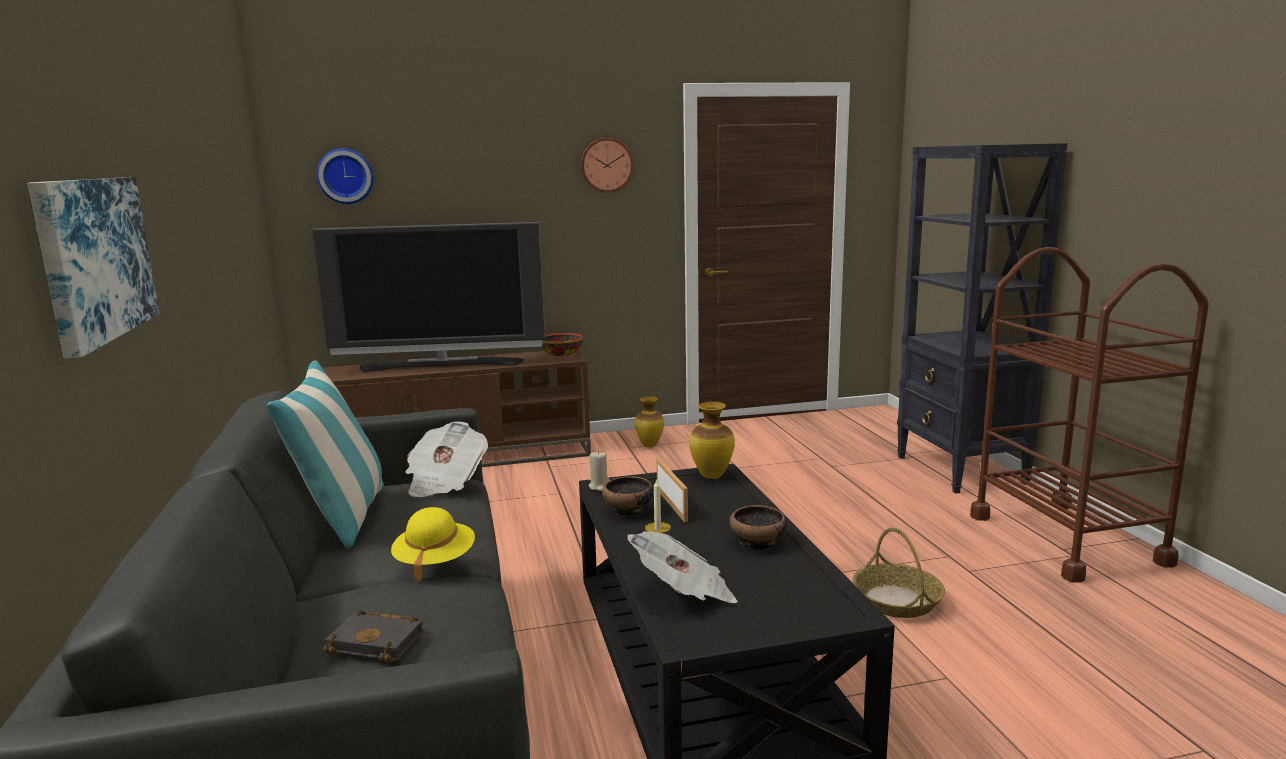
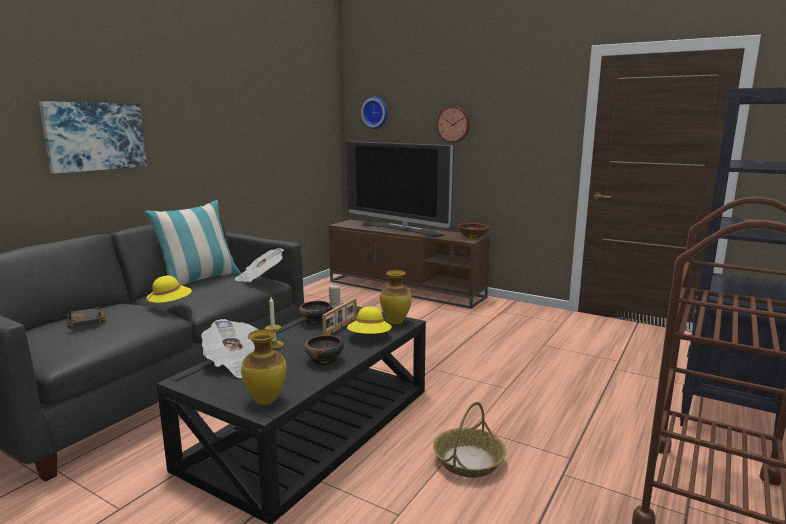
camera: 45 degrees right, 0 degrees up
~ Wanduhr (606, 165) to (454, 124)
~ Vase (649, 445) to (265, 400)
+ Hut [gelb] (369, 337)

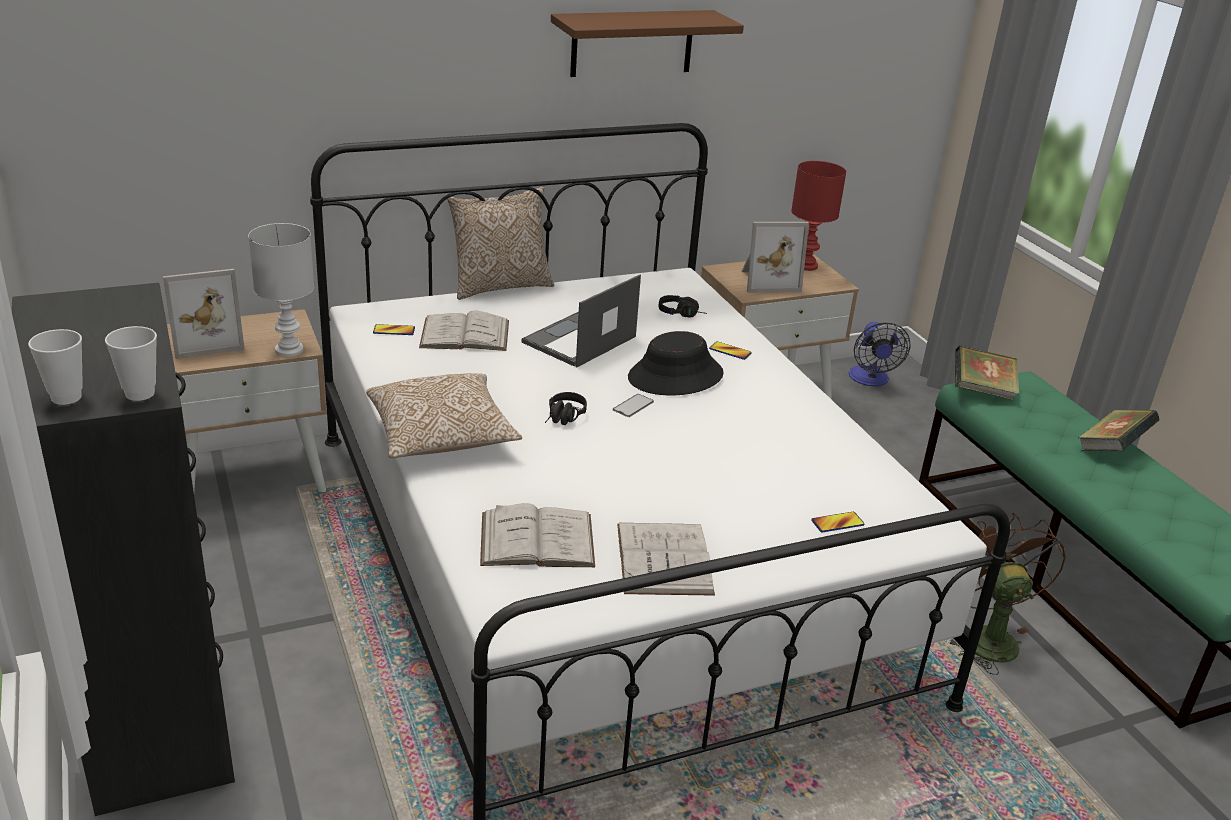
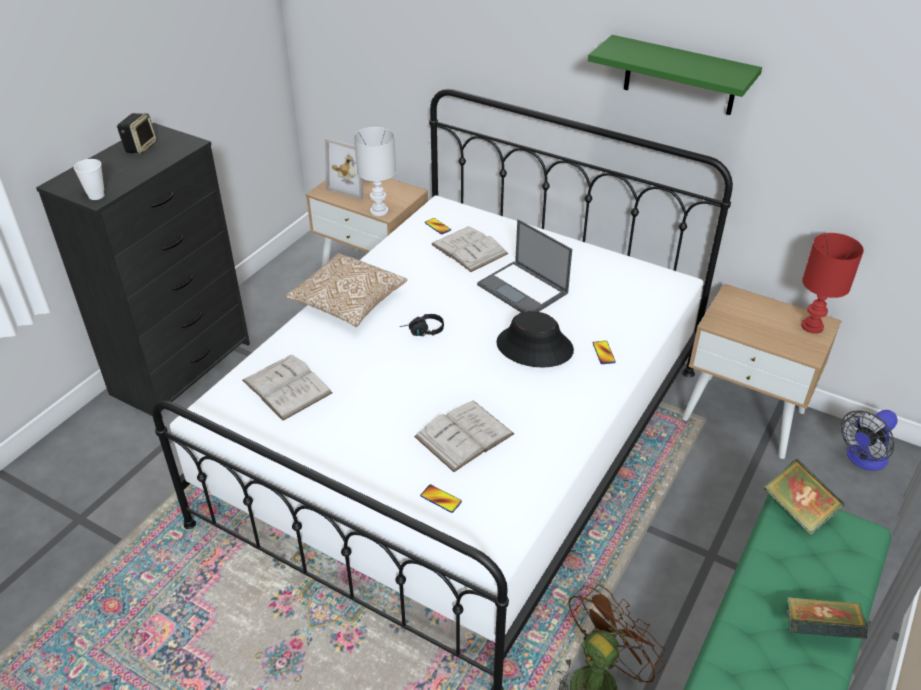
camera: 55 degrees right, 10 degrees up
- Tasse (66, 397)
- Kissen (500, 286)
~ Laptop (579, 340) = (523, 289) 135 degrees counterclockwise
~ Wandregal [braun] (632, 43) to Wandregal [grün] (680, 76)
- Handy (633, 406)
~ Buch [weiß] (664, 559) to (464, 435)
- Kopfhörer [schwarz] (682, 314)
- Bilderrahmen (767, 281)
+ Lautsprecher (140, 147)

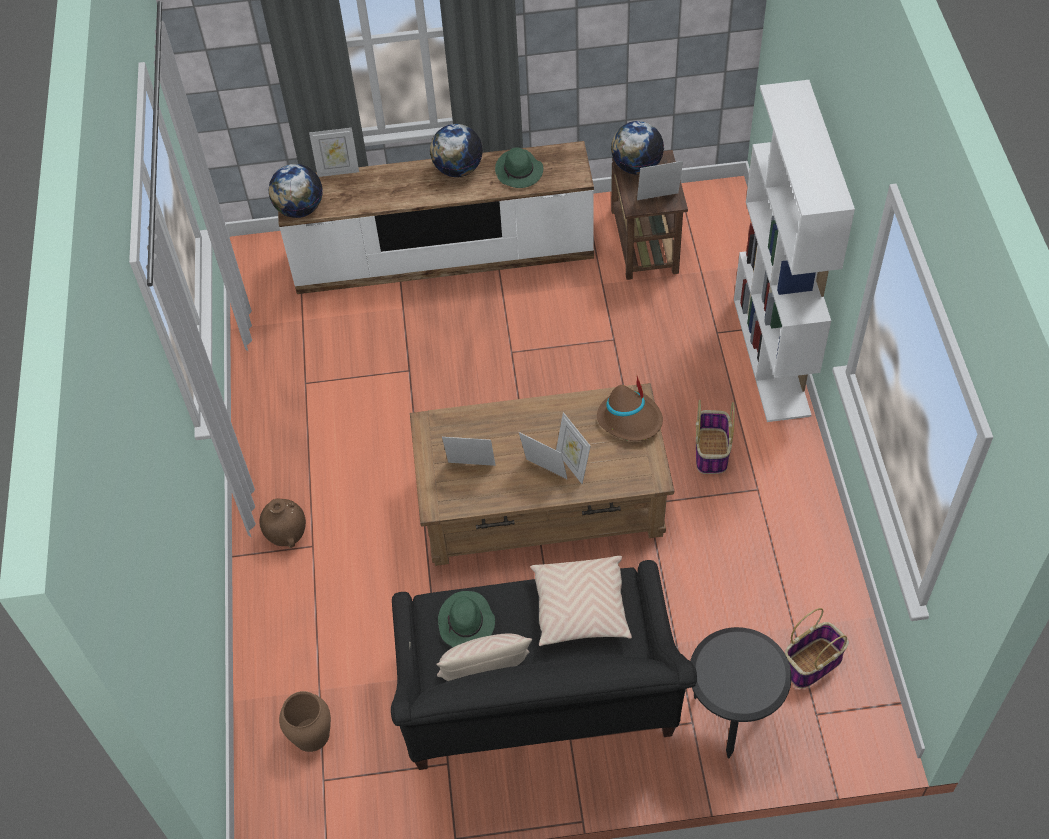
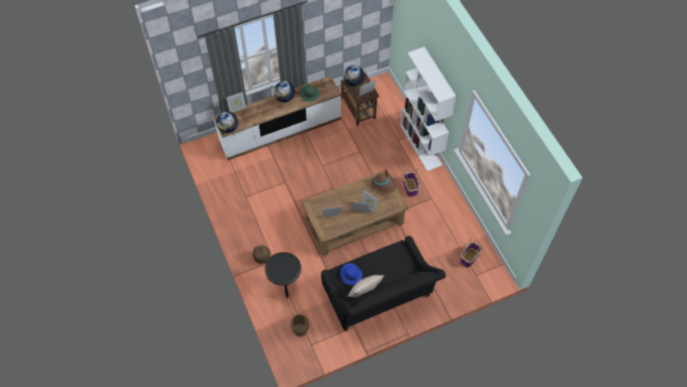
camera: 20 degrees left, 5 degrees up
~ Hut [grün] (466, 623) to Hut [blau] (351, 275)
- Kissen [beige] (581, 609)
~ Beistelltisch [schwarz] (730, 724) to (285, 286)

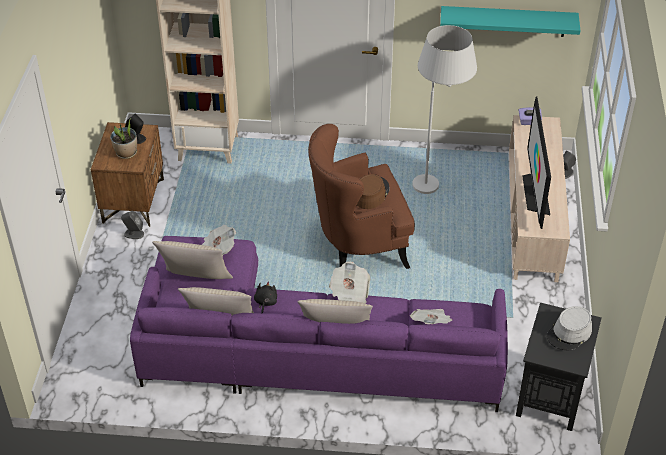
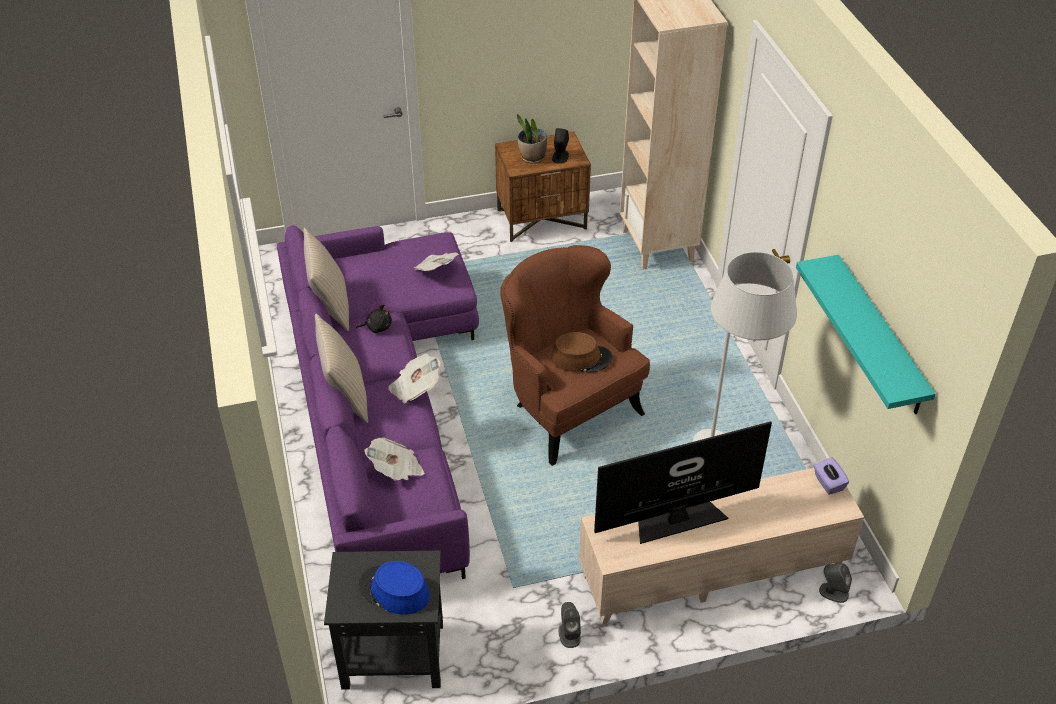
camera: 70 degrees right, 0 degrees up
~ Lautsprecher [grau] (133, 234) to (569, 634)
- Kissen [beige] (196, 282)
~ Hut [grau] (569, 333) to Hut [blau] (394, 591)

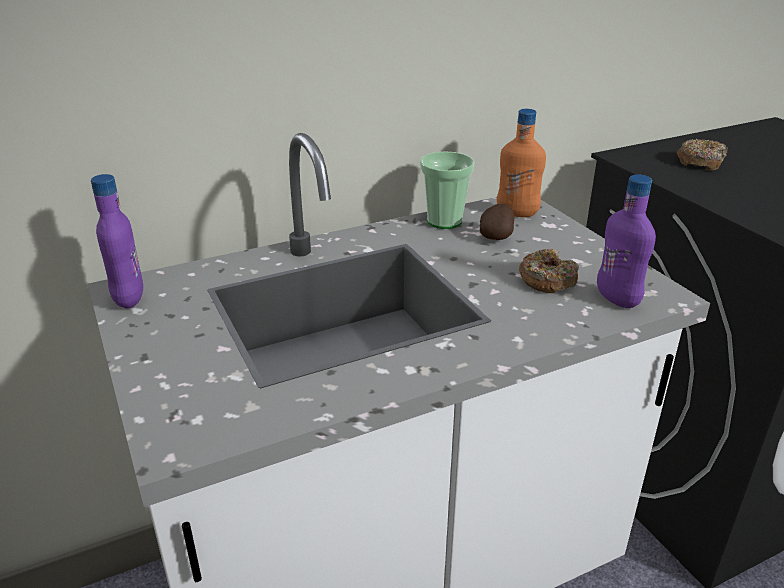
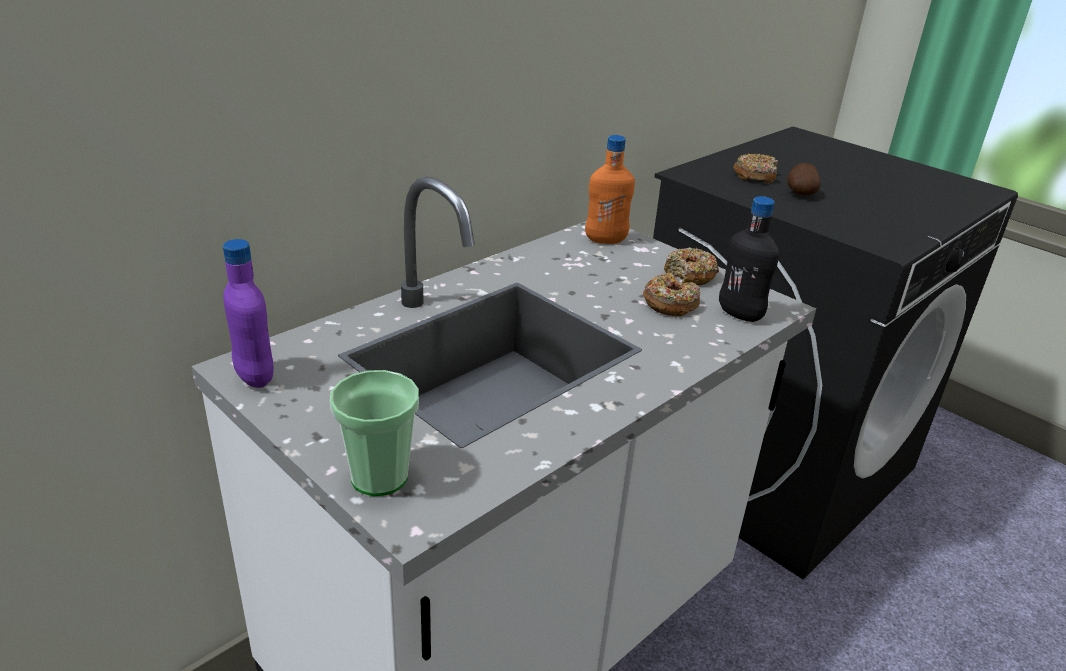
camera: 20 degrees left, 0 degrees up
~ Tasse (444, 221) to (379, 477)
~ Kartoffel (496, 236) to (799, 193)
~ Flasche [lila] (617, 299) to Flasche [schwarz] (740, 314)
+ Donut (690, 275)

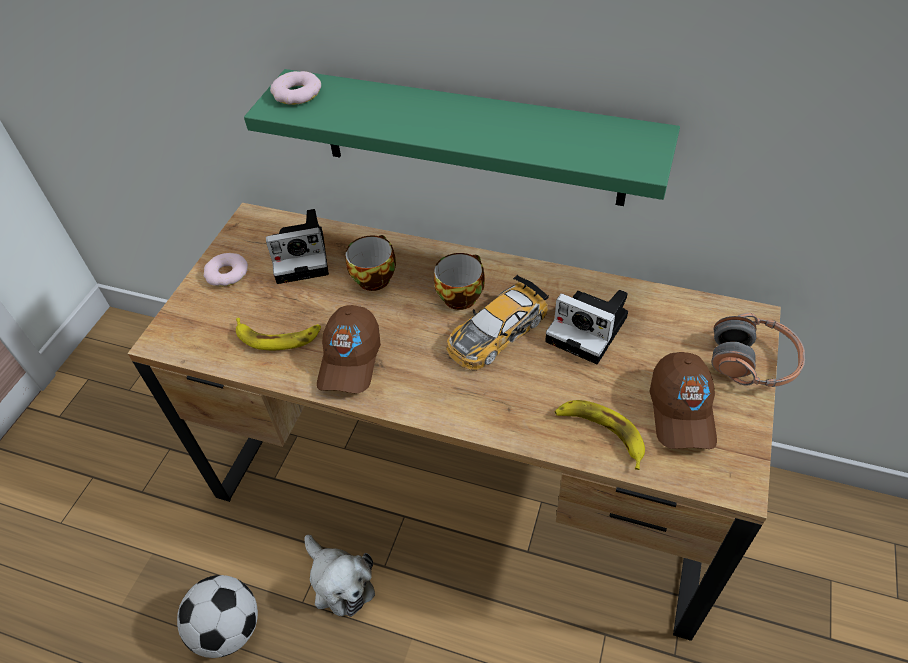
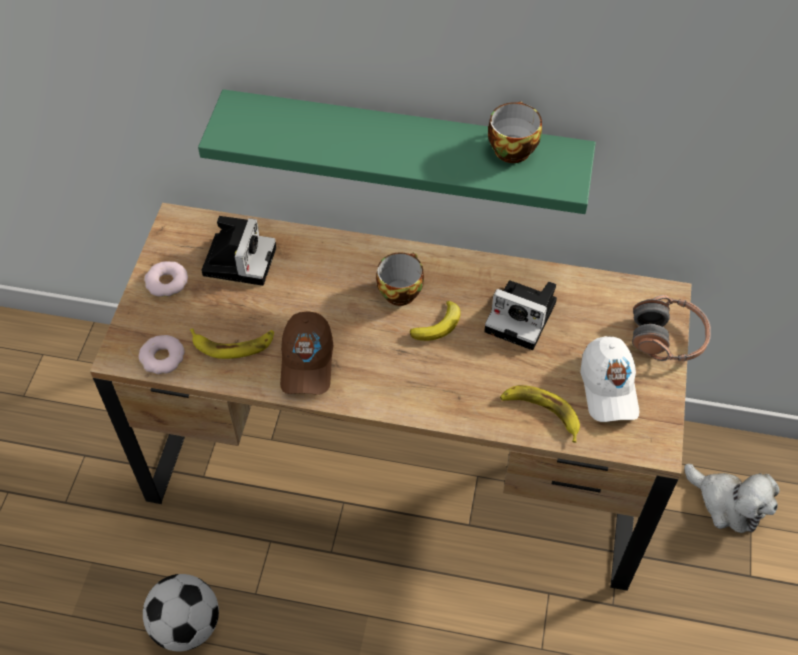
camera: 10 degrees left, 5 degrees up
~ Kamera (303, 256) = (239, 259) 60 degrees counterclockwise
~ Donut (297, 93) to (162, 358)
~ Plüschtier (339, 582) to (728, 503)
~ Tasse (373, 276) to (511, 148)
~ Spielzeugauto (496, 332) to Banane (438, 325)
~ Kappe [braun] (681, 411) to Kappe [weiß] (608, 387)

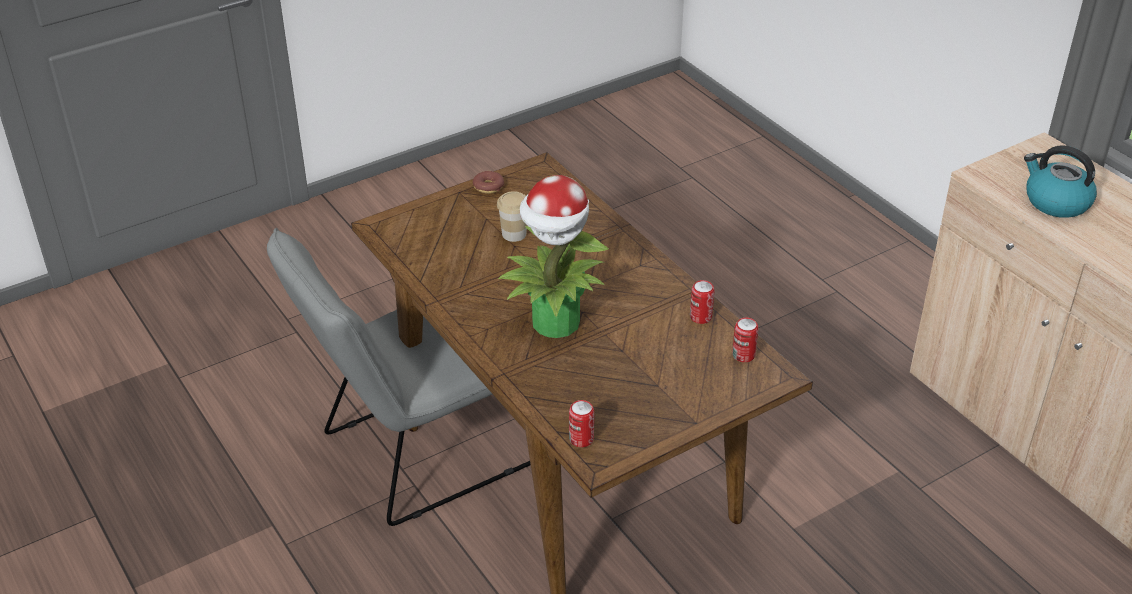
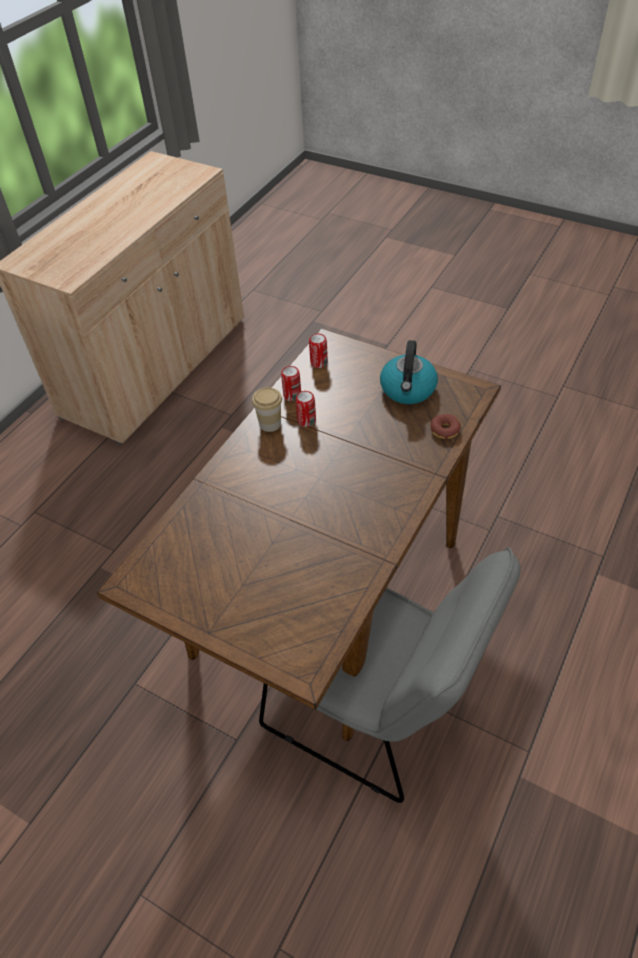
camera: 115 degrees left, 10 degrees up
~ Donut (488, 187) to (445, 430)
~ Tasse (514, 234) to (270, 423)
- Topfpflanze (555, 323)
~ Dose (581, 439) to (306, 420)
~ Wasserkessel (1055, 202) to (408, 389)

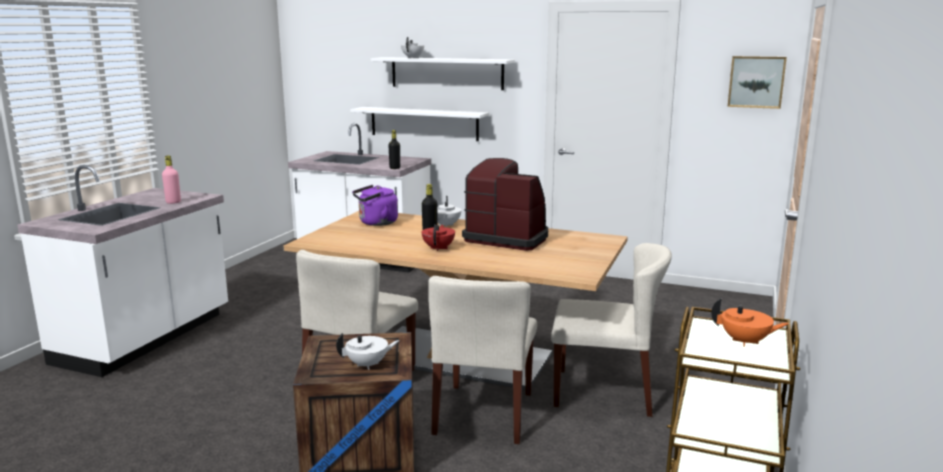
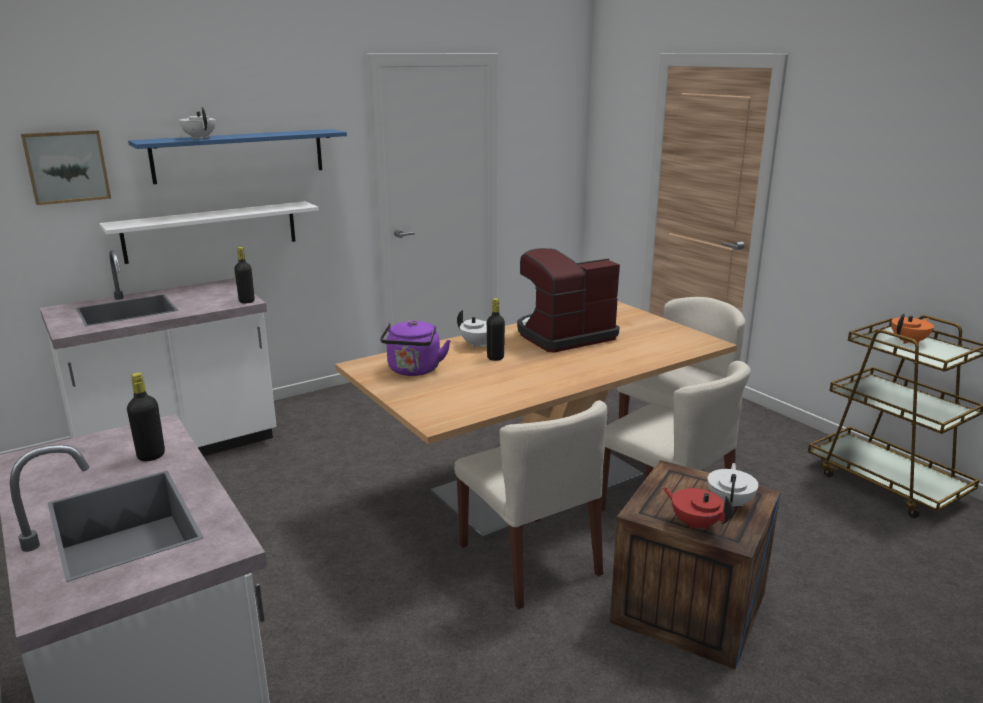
camera: 55 degrees left, 5 degrees up
~ Flasche [rosa] (173, 202) to Flasche [schwarz] (151, 456)
~ Wandregal [weiß] (446, 73) to Wandregal [blau] (239, 155)
~ Teekanne [rot] (439, 248) to (695, 524)
~ Bild (756, 81) to (66, 166)

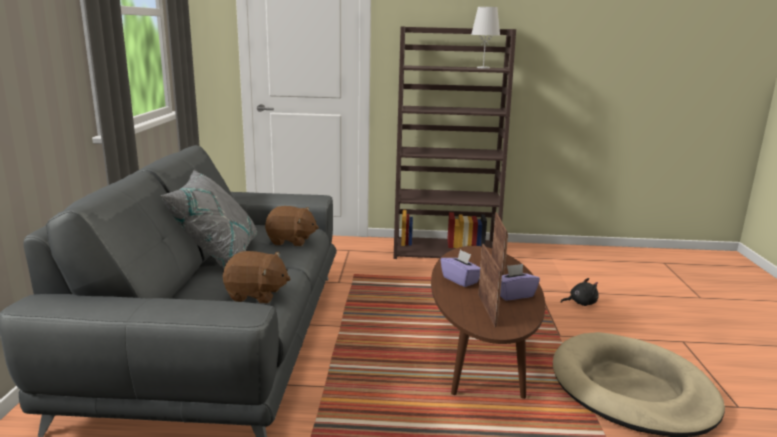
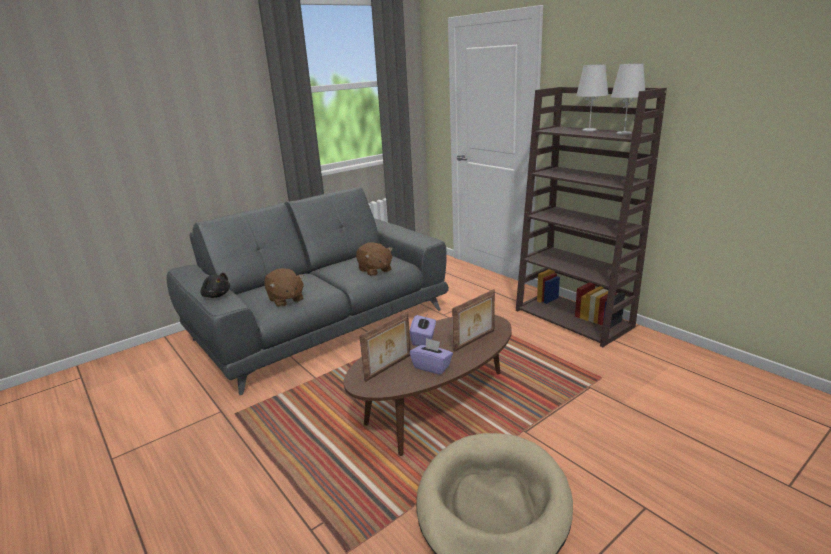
camera: 50 degrees right, 5 degrees up
- Kissen [grau] (217, 256)
~ Plüschtier [schwarz] (580, 303) to (216, 295)
+ Tischlampe [weiß] (589, 130)

